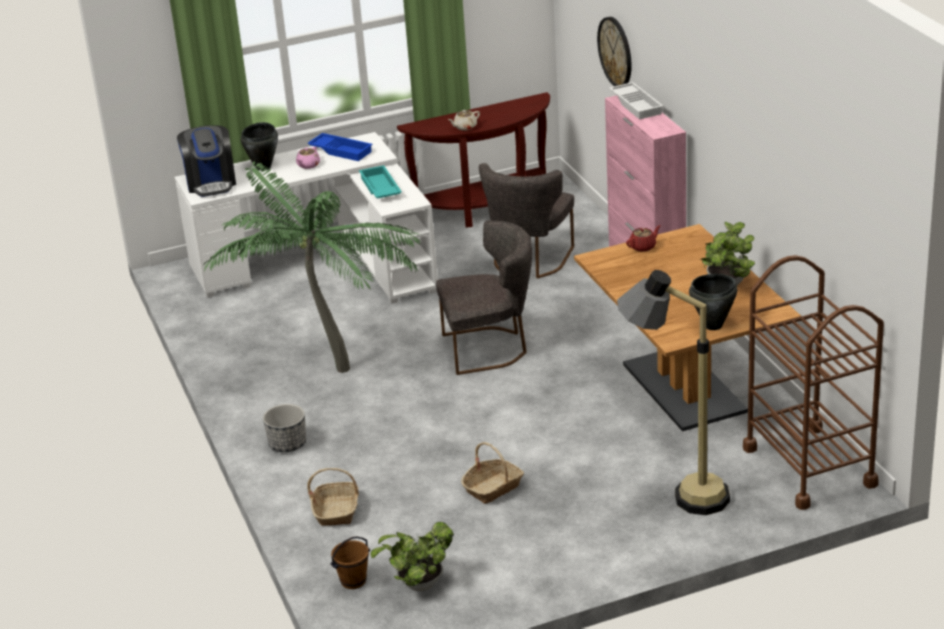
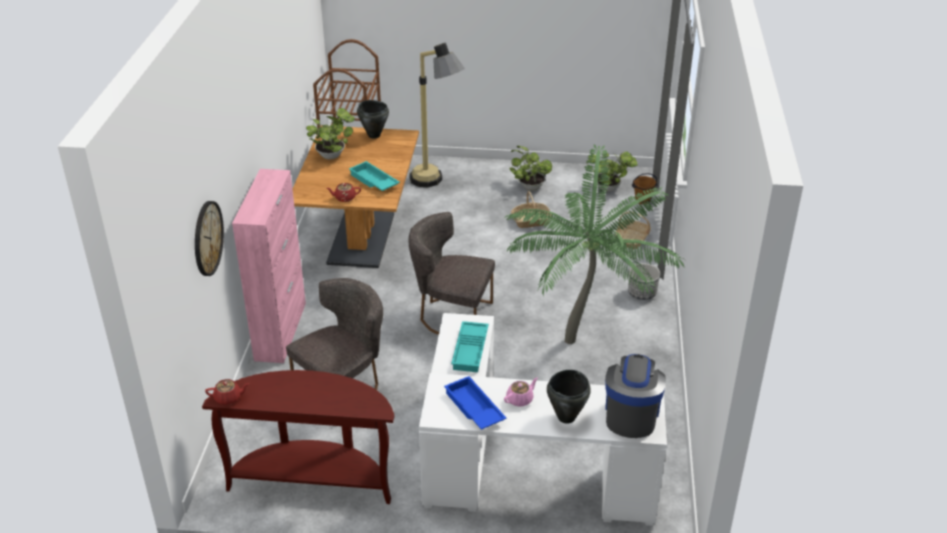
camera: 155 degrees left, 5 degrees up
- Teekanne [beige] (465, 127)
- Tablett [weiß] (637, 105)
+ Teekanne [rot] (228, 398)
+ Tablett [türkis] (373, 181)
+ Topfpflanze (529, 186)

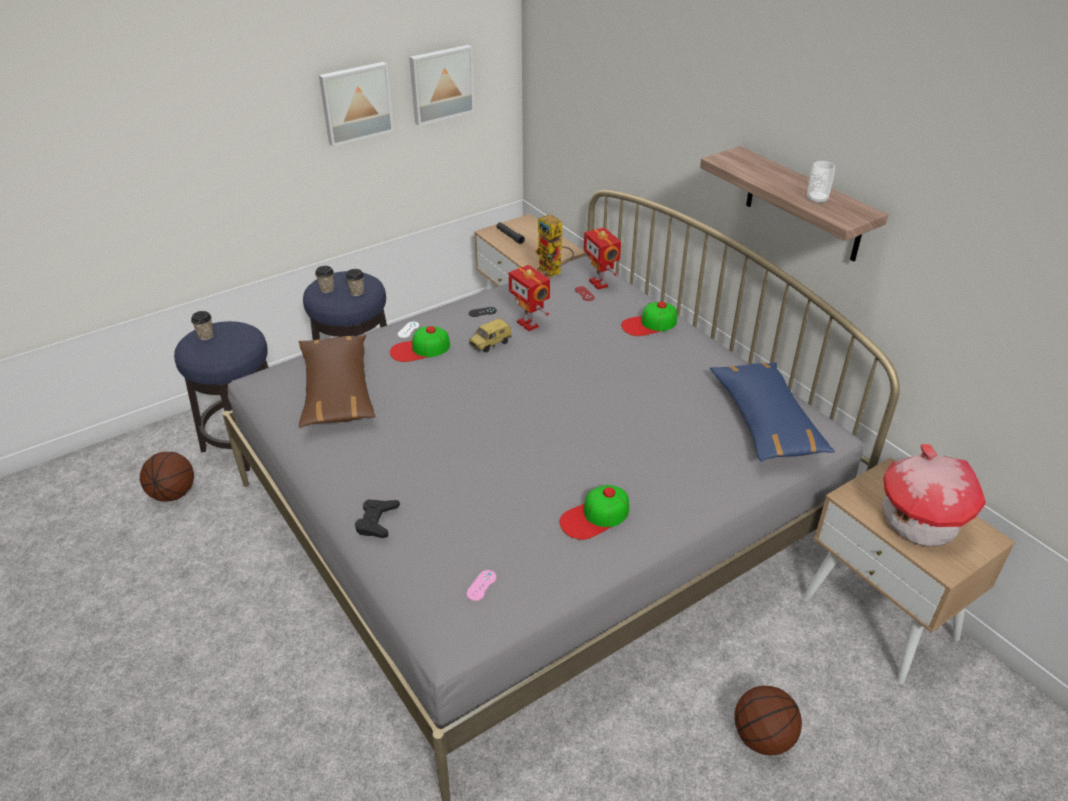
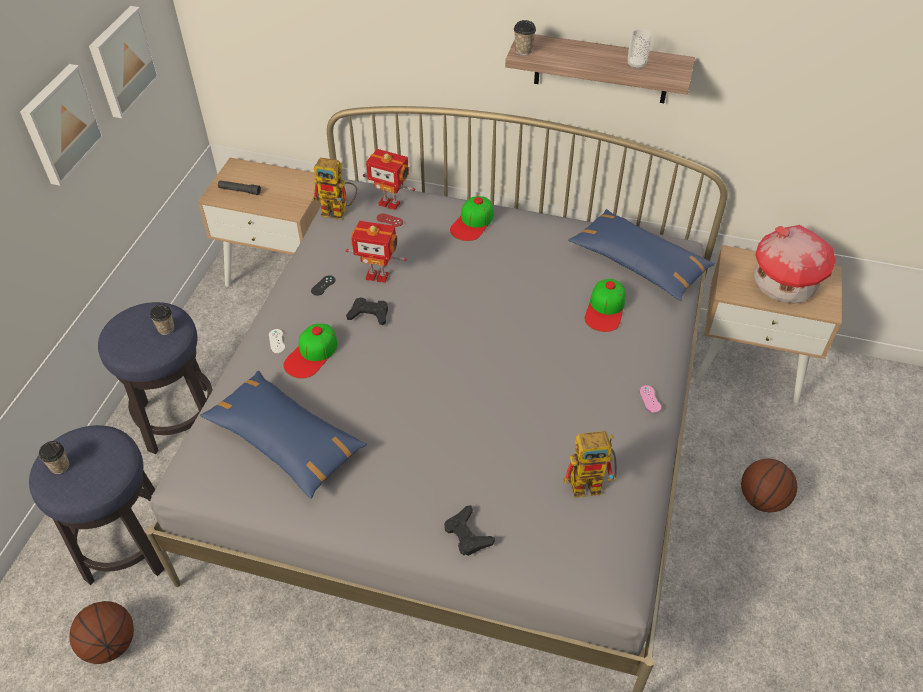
camera: 40 degrees left, 10 degrees up
~ Kissen [braun] (337, 390) to Kissen [blau] (285, 440)
~ Tasse (327, 289) to (523, 50)
~ Gamepad [rosa] (481, 585) to (650, 399)
~ Spielzeugauto (491, 345) to Gamepad [schwarz] (369, 314)
~ Kappe (595, 517) to (605, 309)
+ Spielzeugroboter (592, 483)

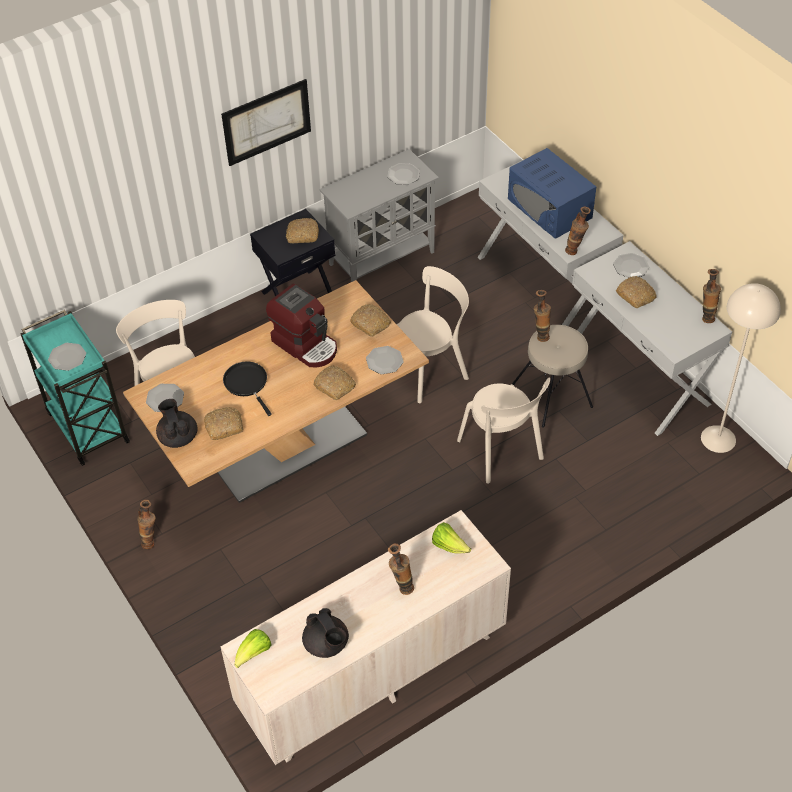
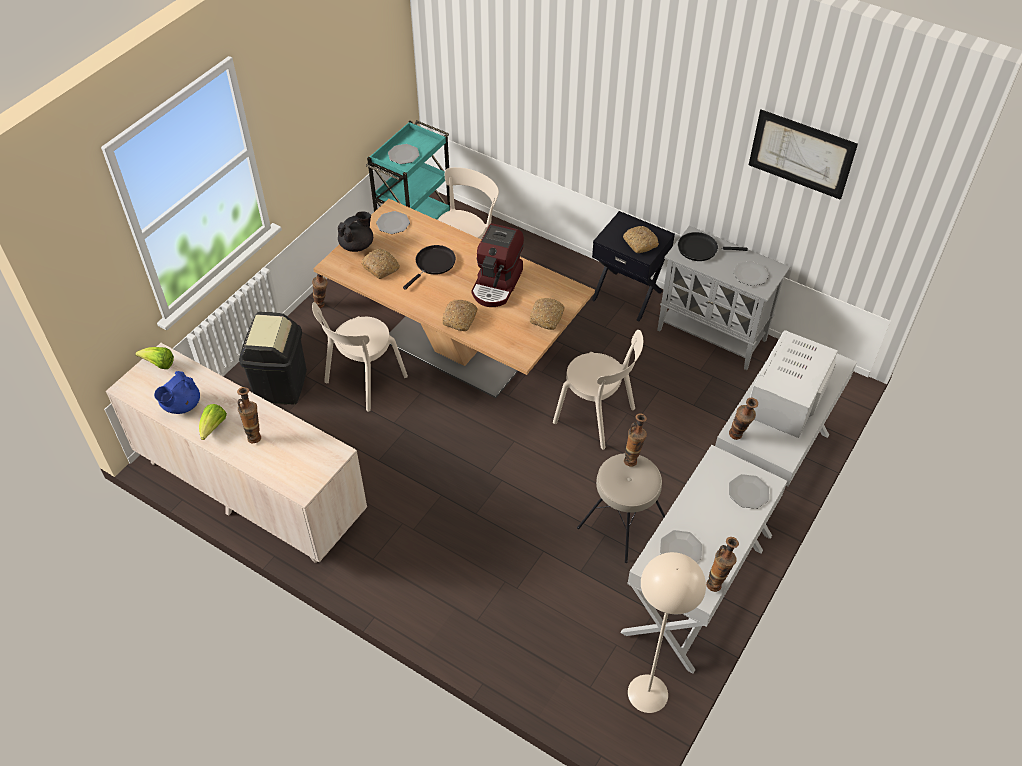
camera: 65 degrees right, 0 degrees up
~ Bild (267, 122) to (801, 154)
~ Teekanne [schwarz] (326, 644) to Teekanne [blau] (181, 405)
~ Teller (384, 361) to (680, 549)
~ Salatkopf (449, 546) to (213, 428)
~ Stuhl [beige] (502, 452) to (363, 381)
~ Mikrowelle [blau] (549, 208) to Mikrowelle [weiß] (786, 398)
- Brot (636, 296)
+ Mülleimer [schwarz] (280, 385)
+ Pfanne [schwarz] (700, 249)

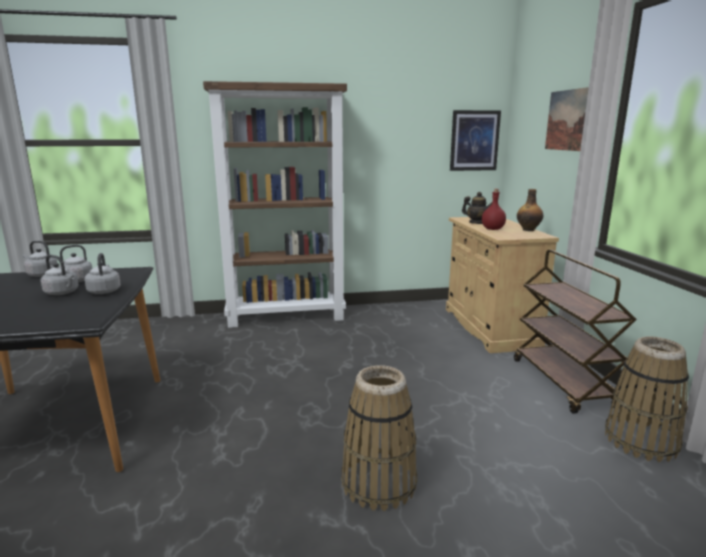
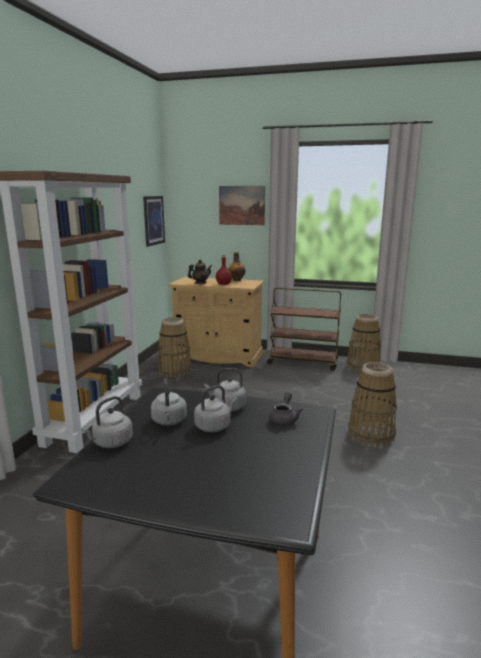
camera: 65 degrees left, 0 degrees up
+ Korb (174, 371)
+ Teekanne [grau] (284, 419)

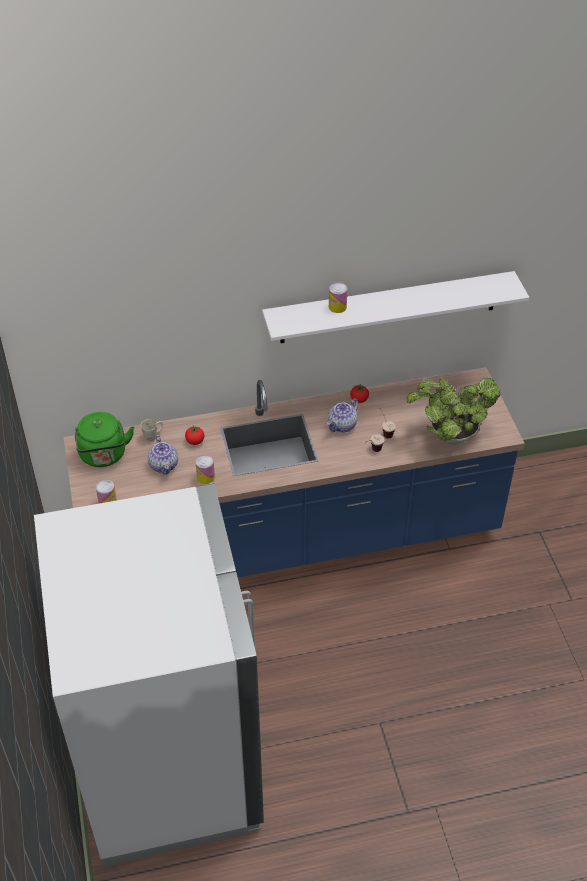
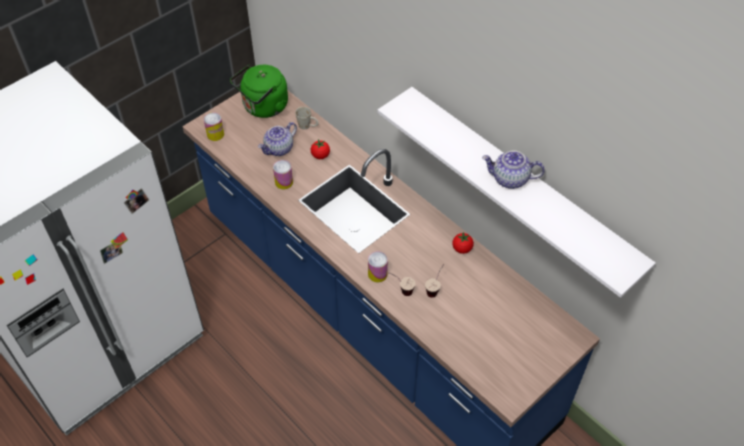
camera: 60 degrees right, 5 degrees up
~ Teekanne (342, 425) to (509, 179)
~ Dose (337, 307) to (377, 274)
- Topfpflanze (449, 435)

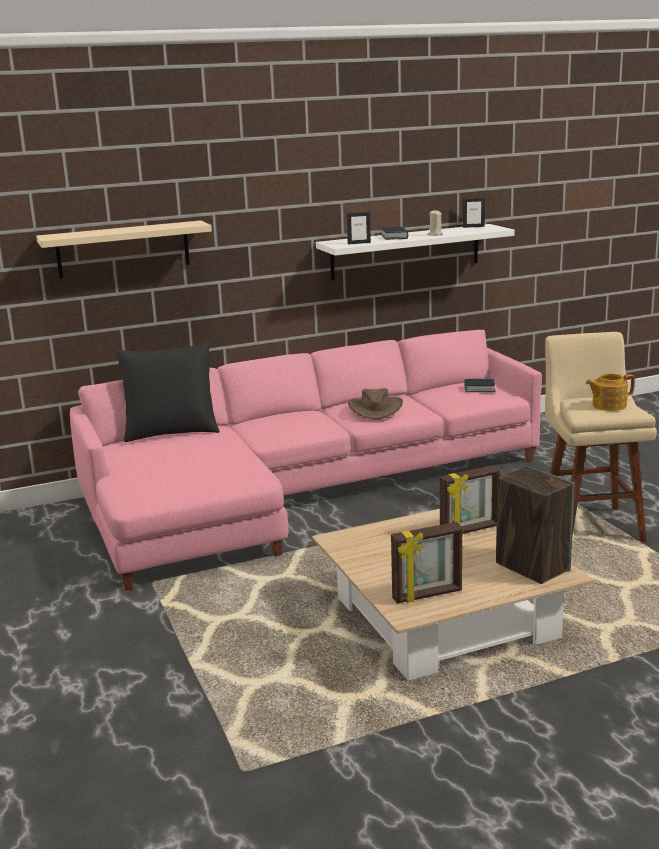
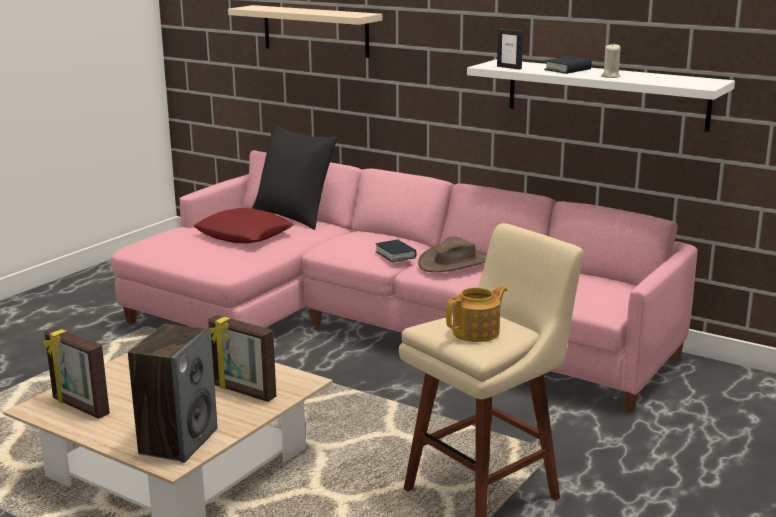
camera: 55 degrees right, 0 degrees up
- Bilderrahmen (473, 227)
~ Buch (479, 389) to (395, 255)
~ Teekanne (608, 405) = (477, 332) 105 degrees clockwise
+ Kissen [rot] (244, 235)

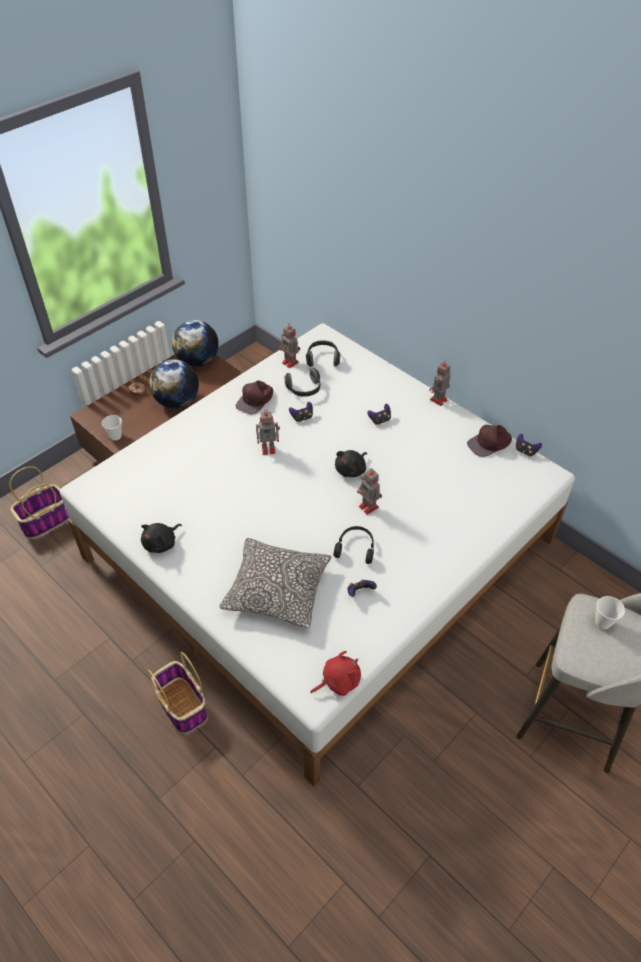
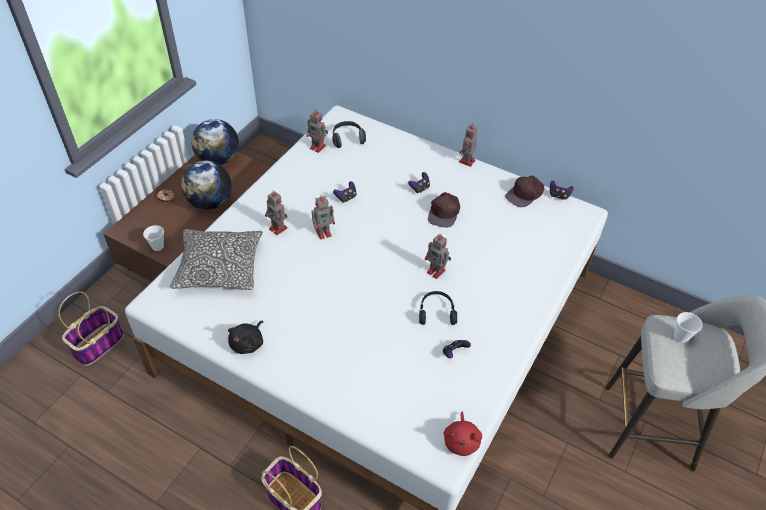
camera: 15 degrees left, 0 degrees up
~ Kissen (277, 589) to (219, 267)
~ Kappe [braun] (255, 400) to (444, 212)
- Kopfhörer (304, 390)
~ Plüschtier [rot] (338, 681) = (461, 441) 135 degrees clockwise
- Plüschtier [schwarz] (351, 470)
+ Spielzeugroboter (278, 229)

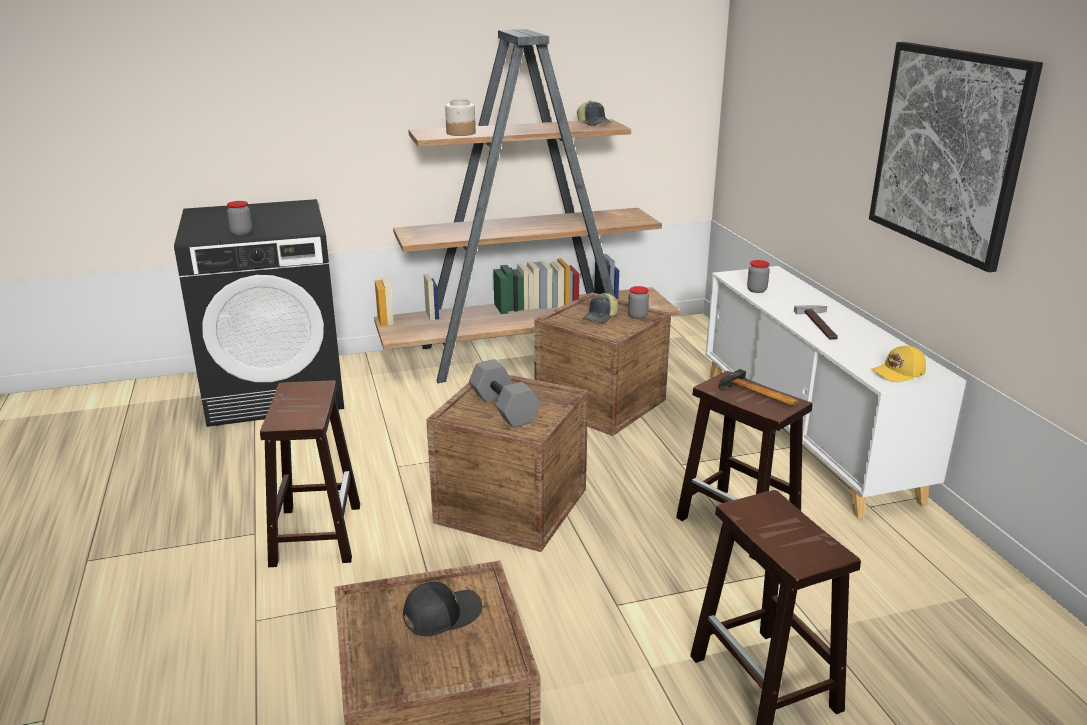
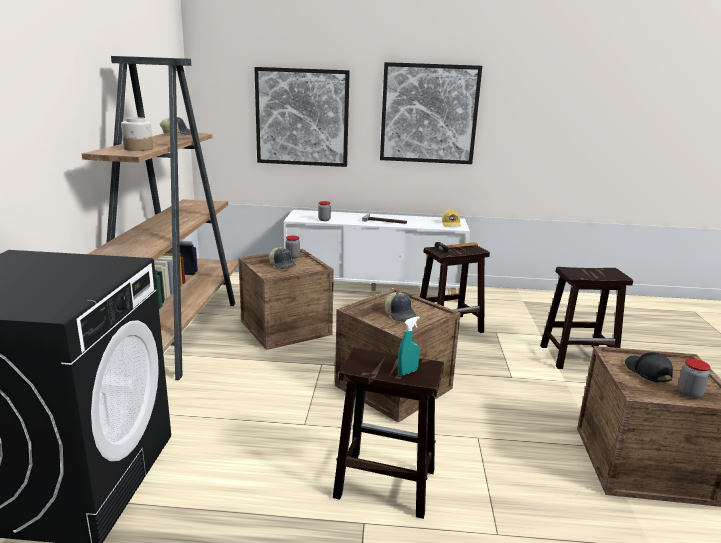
camera: 70 degrees left, 5 degrees down
~ Vorratsglas (241, 233) to (689, 393)
~ Hantel [grau] (505, 408) to Kappe (400, 314)
+ Bild (302, 117)
+ Sprühflasche [türkis] (407, 372)

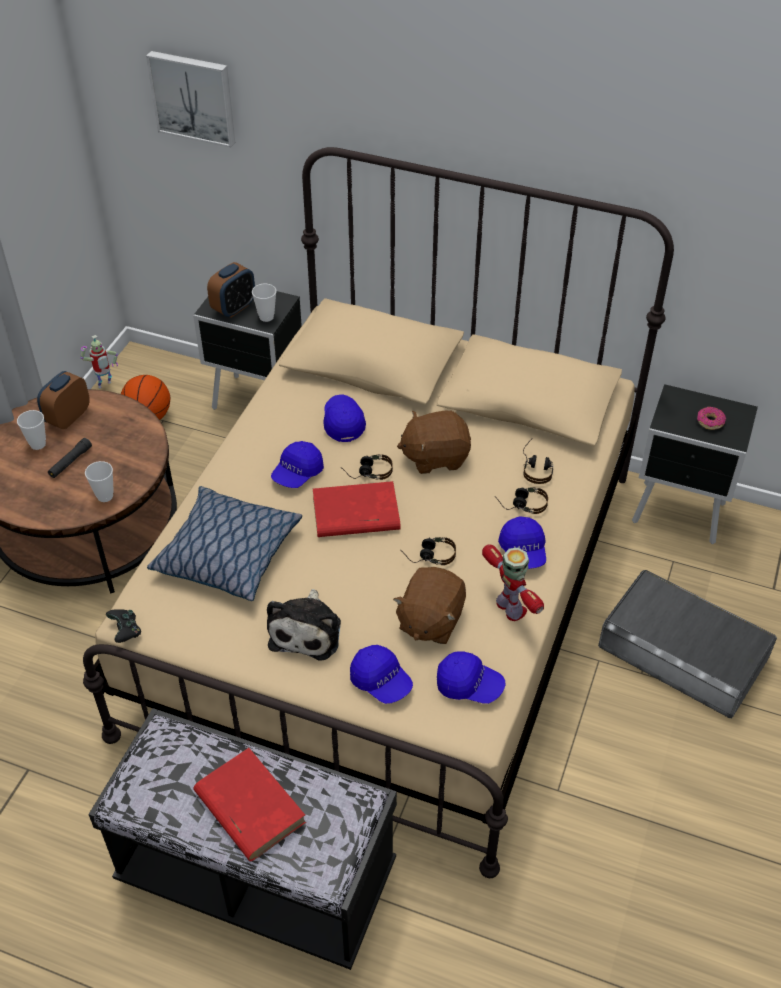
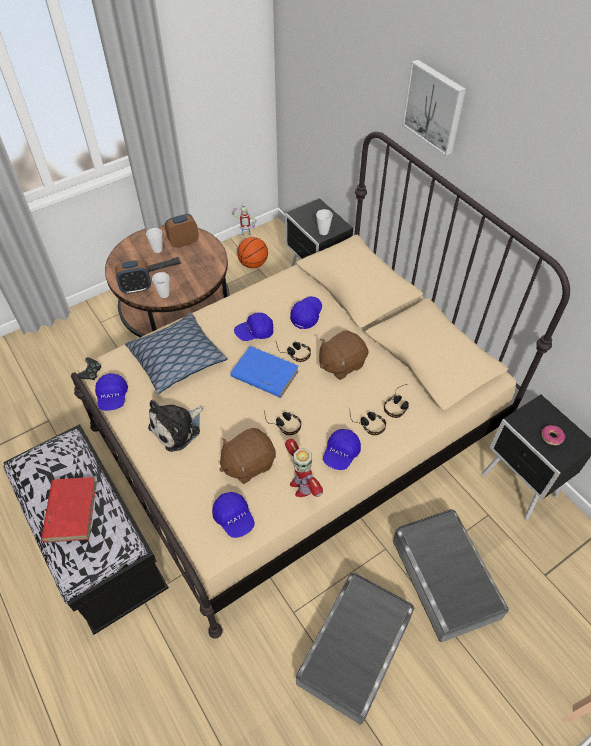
camera: 35 degrees right, 5 degrees up
~ Bild (193, 97) to (435, 107)
~ Wecker (234, 308) to (136, 288)
~ Buch [rot] (355, 514) to Buch [blau] (264, 374)
~ Kappe [blau] (381, 682) to (113, 397)
~ Plüschtier [braun] (435, 456) = (341, 364) 60 degrees counterclockwise
~ Spielzeugroboter (511, 609) = (301, 486) 150 degrees clockwise
+ Aufbewahrungsbox [grau] (355, 649)

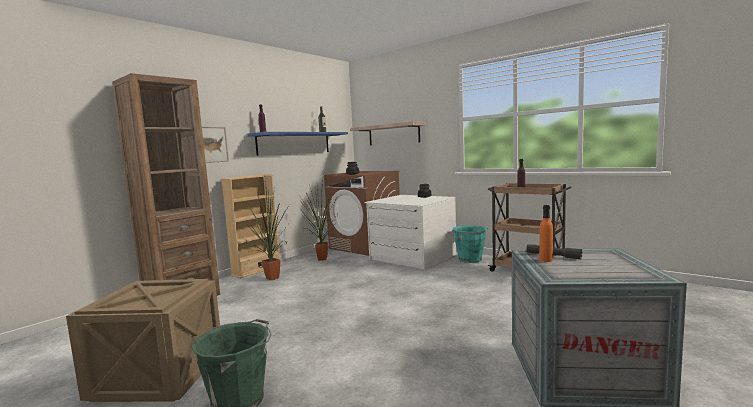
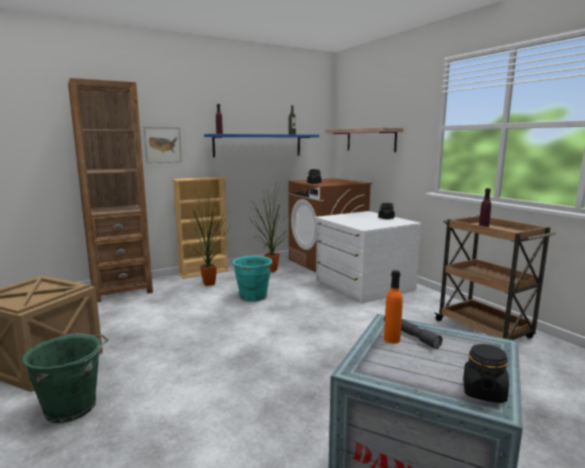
camera: 20 degrees right, 5 degrees up
~ Eimer [türkis] (470, 260) to (253, 297)
+ Vorratsglas [schwarz] (483, 392)

